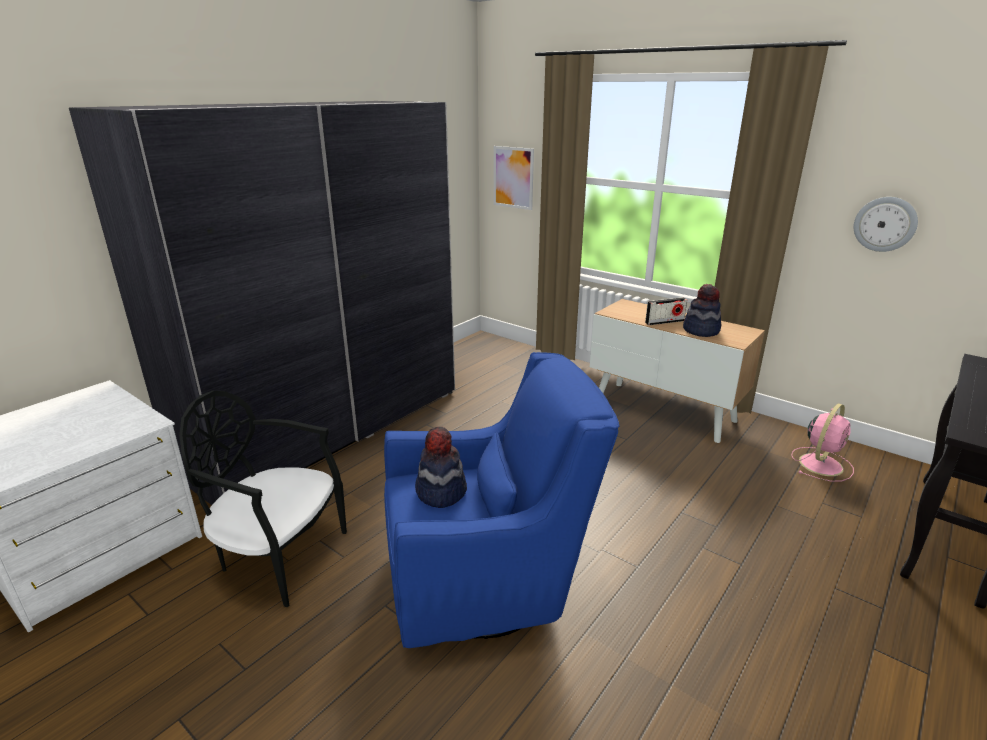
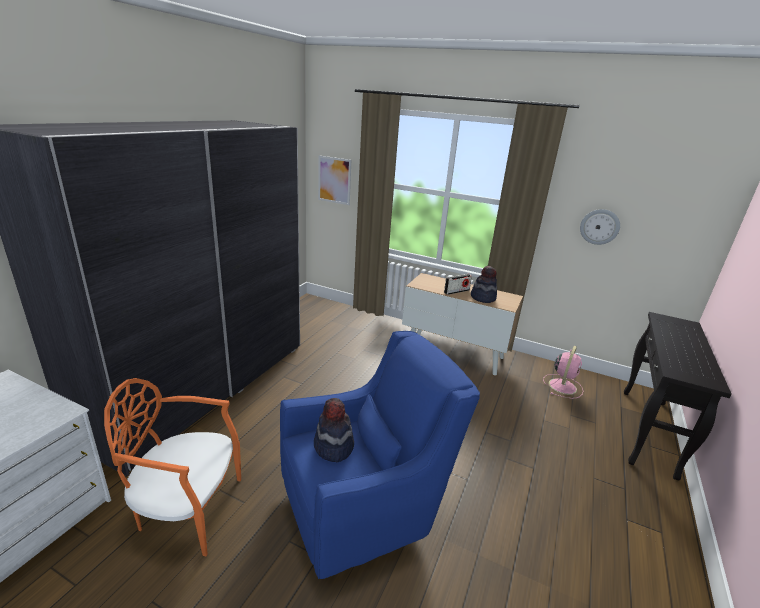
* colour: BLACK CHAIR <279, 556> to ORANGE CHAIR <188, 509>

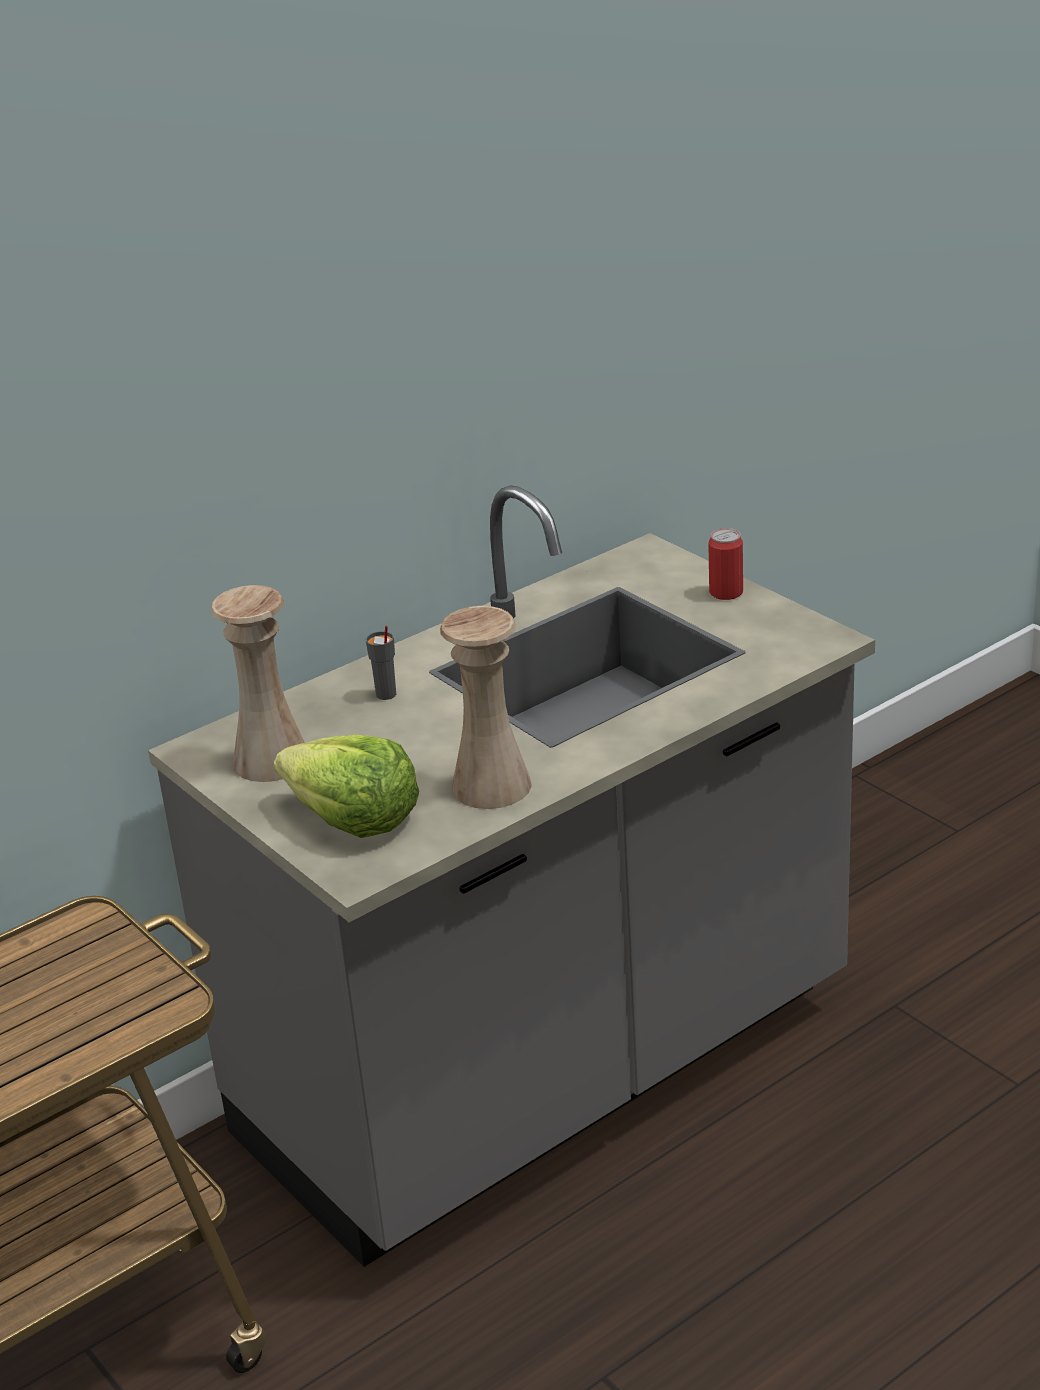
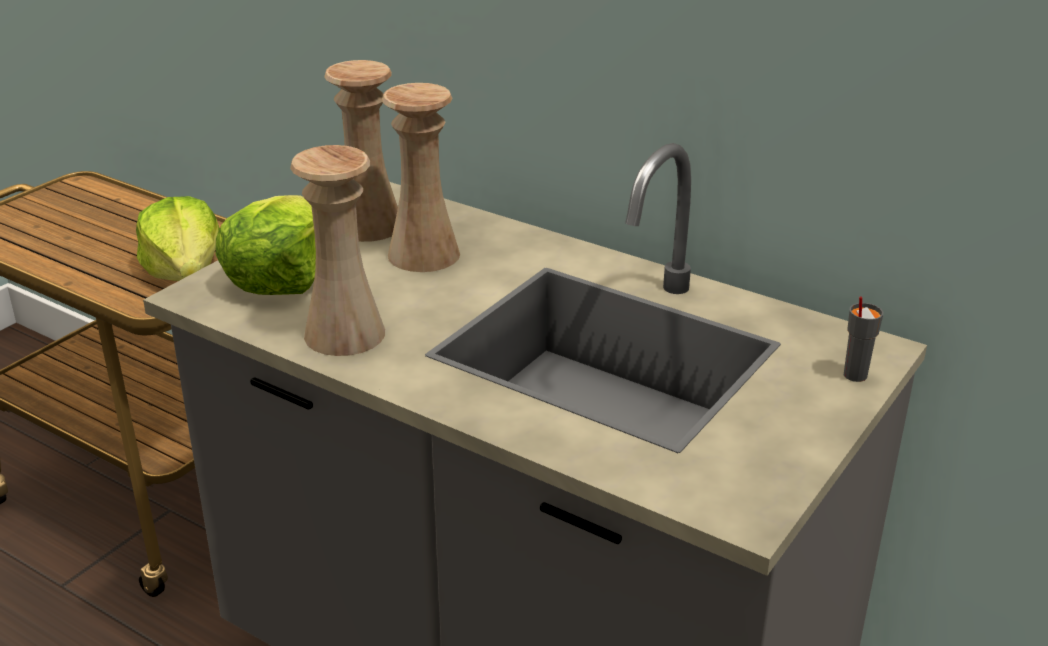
* missing: CAN <726, 592>
* relocated: GREY CUP <386, 695> to <854, 375>
* appeared: BEIGE VASE <424, 254>
* appeared: LETTUCE <185, 272>

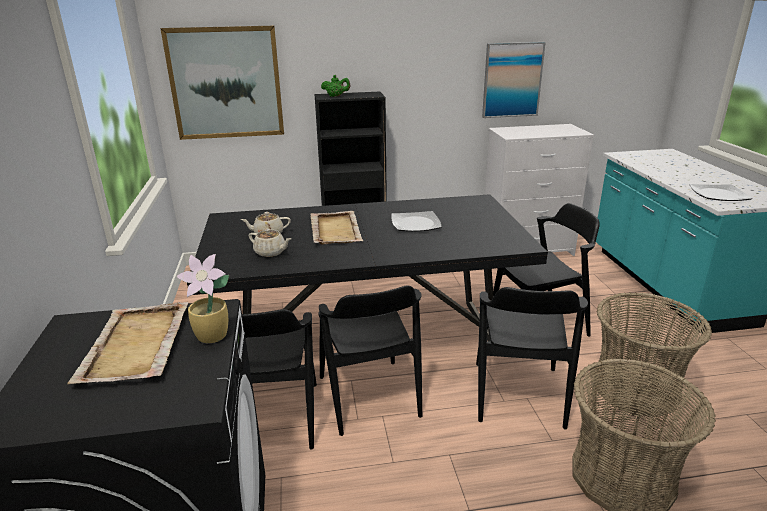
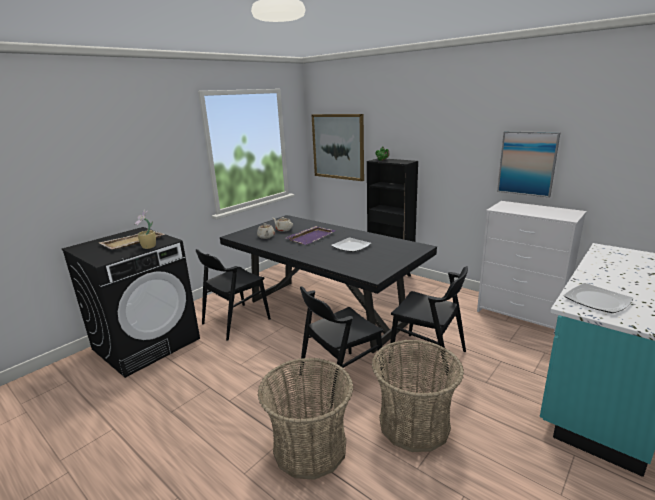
* colour: BEIGE TRAY <335, 229> to PURPLE TRAY <311, 236>
* missing: BLACK CHAIR <368, 396>

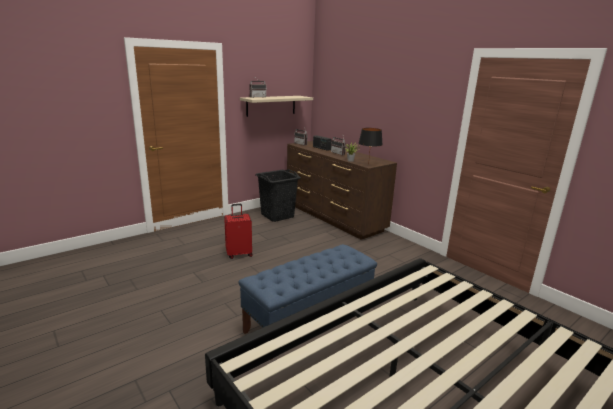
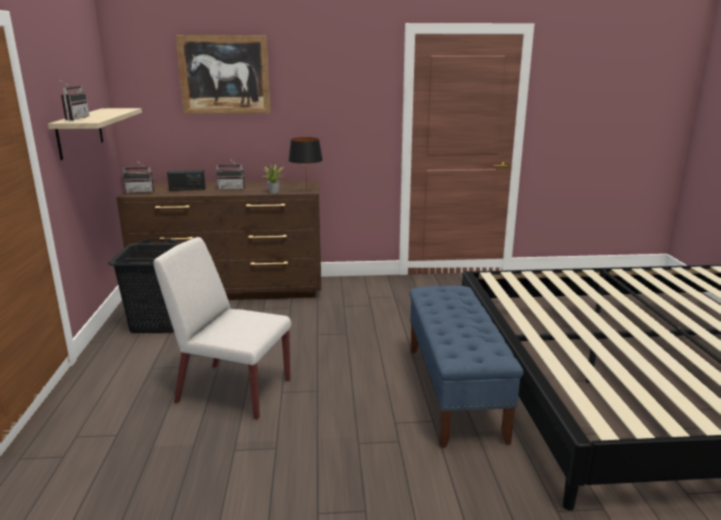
* exchanged: RED SUITCASE <239, 254> to WHITE CHAIR <232, 391>
* appeared: PICTURE <224, 75>

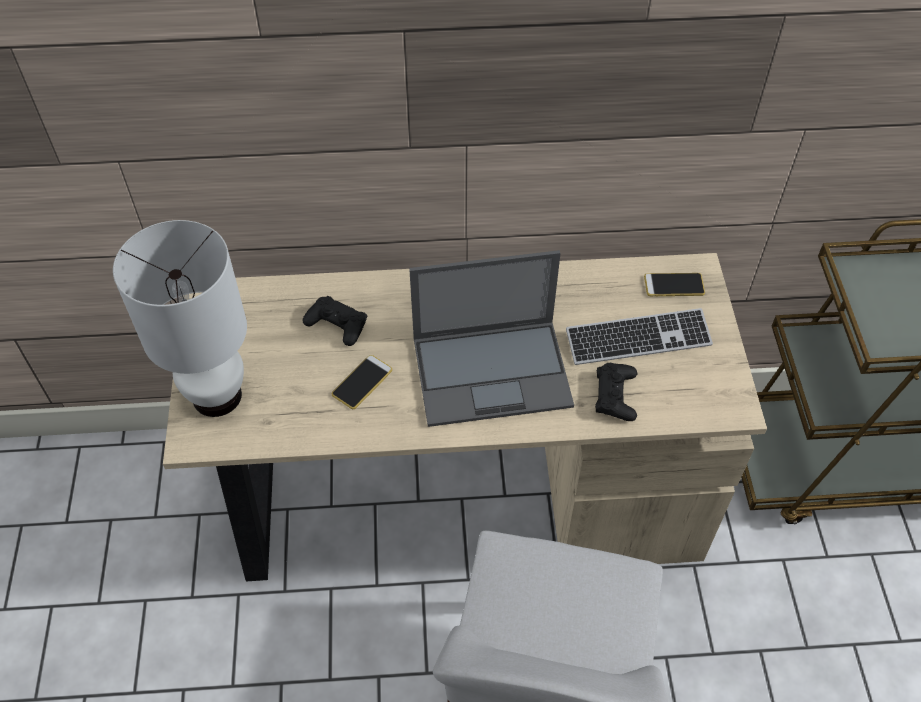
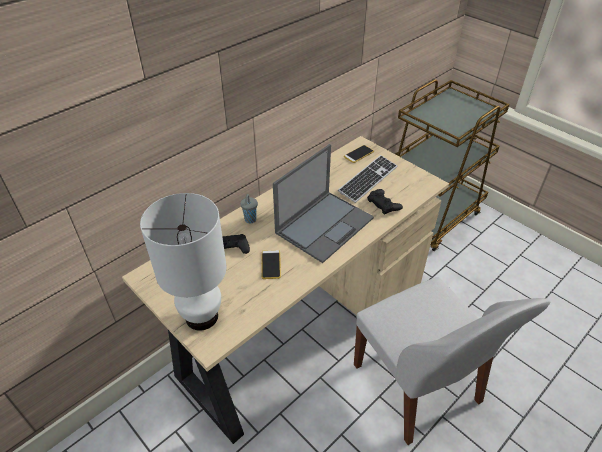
* appeared: GREY CUP <250, 220>

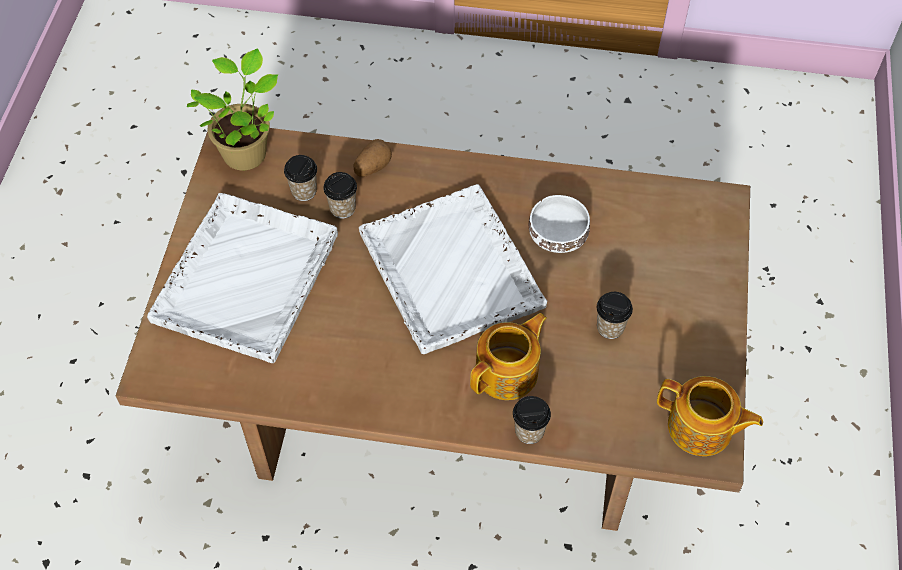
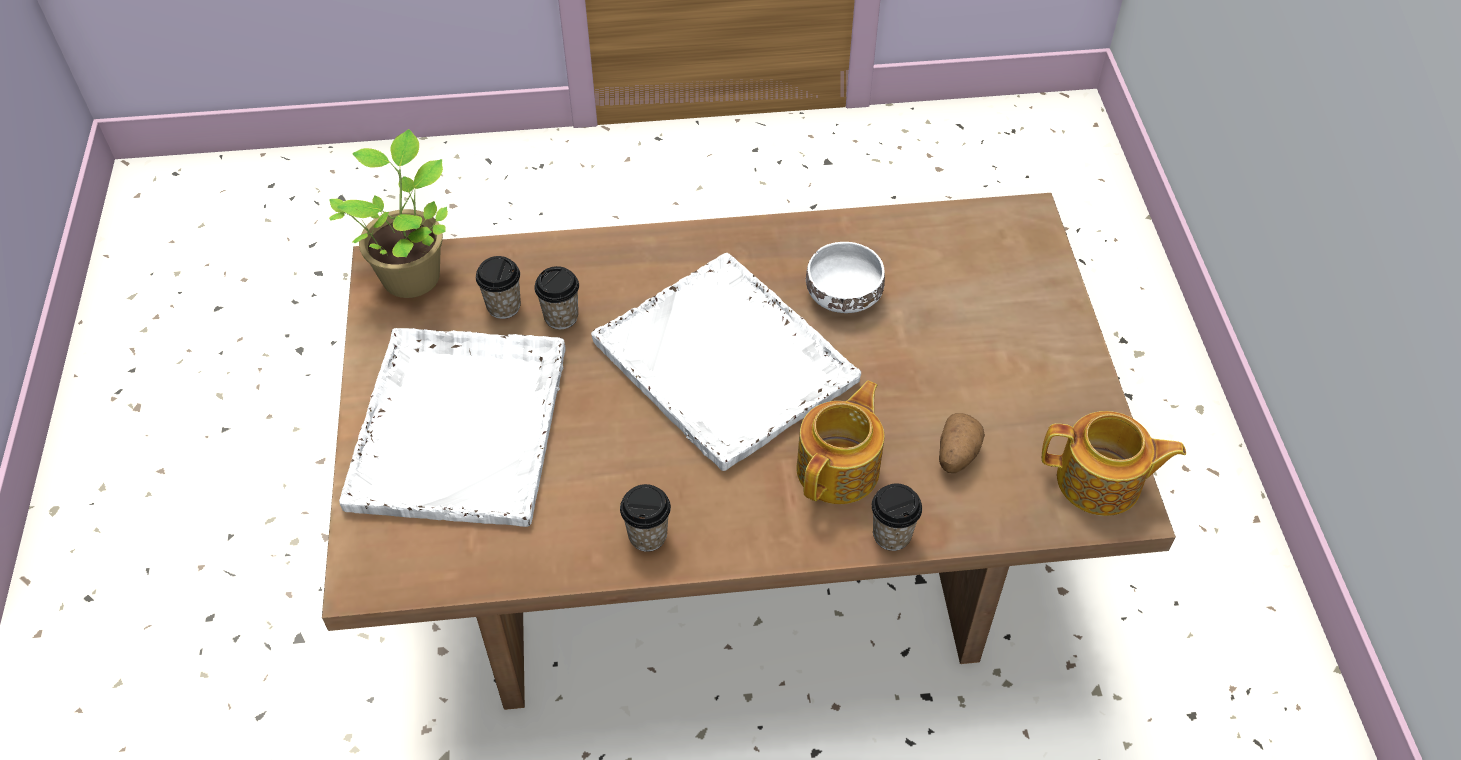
* relocated: POTATO <372, 167> to <956, 455>
* relocated: CUP <610, 327> to <647, 536>

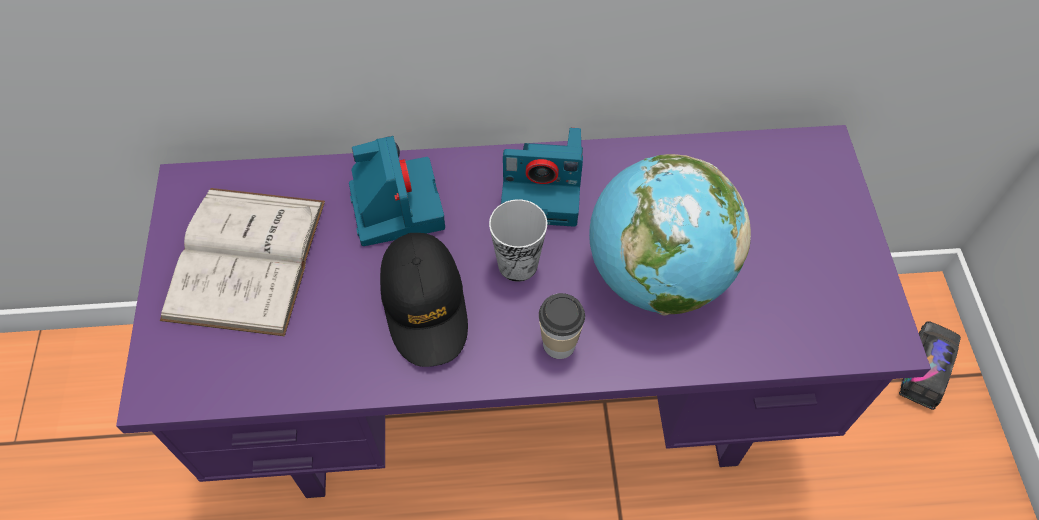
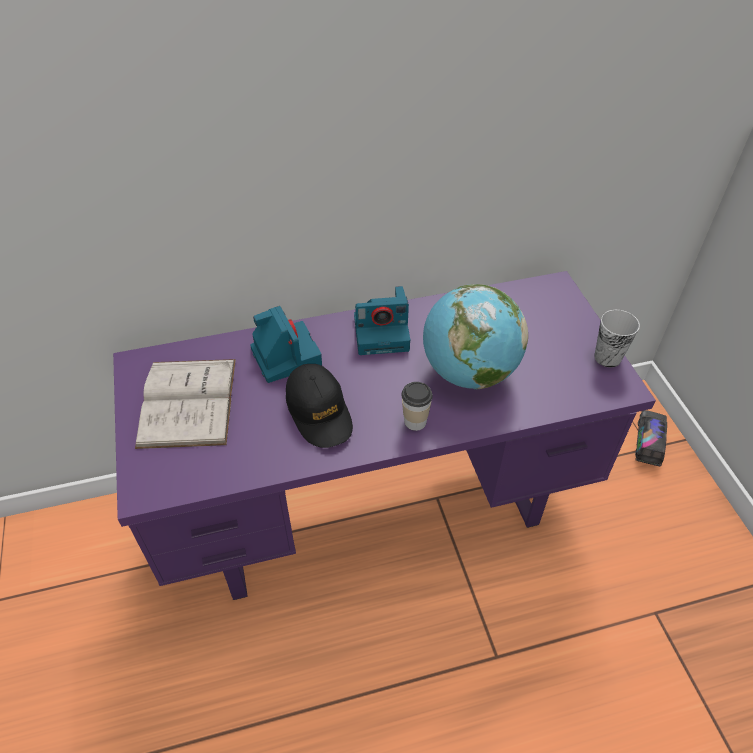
* relocated: CUP <517, 264> to <607, 357>

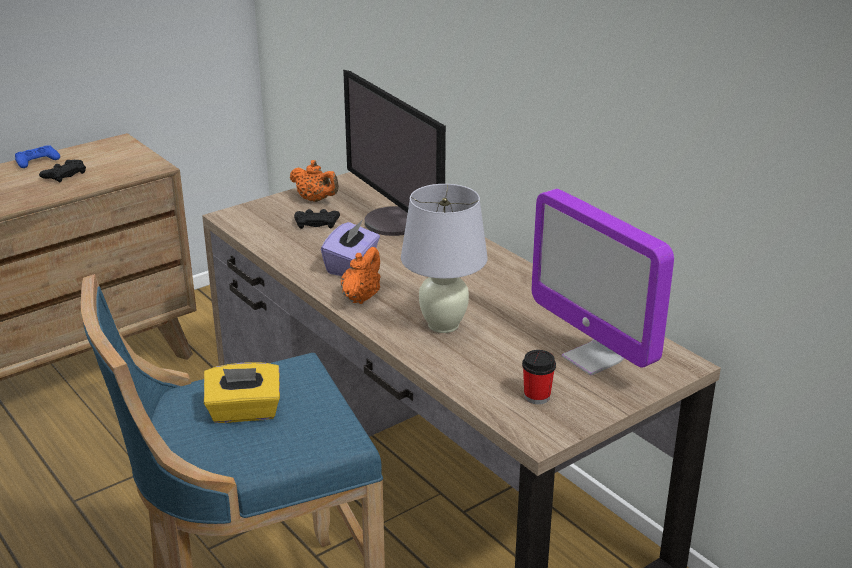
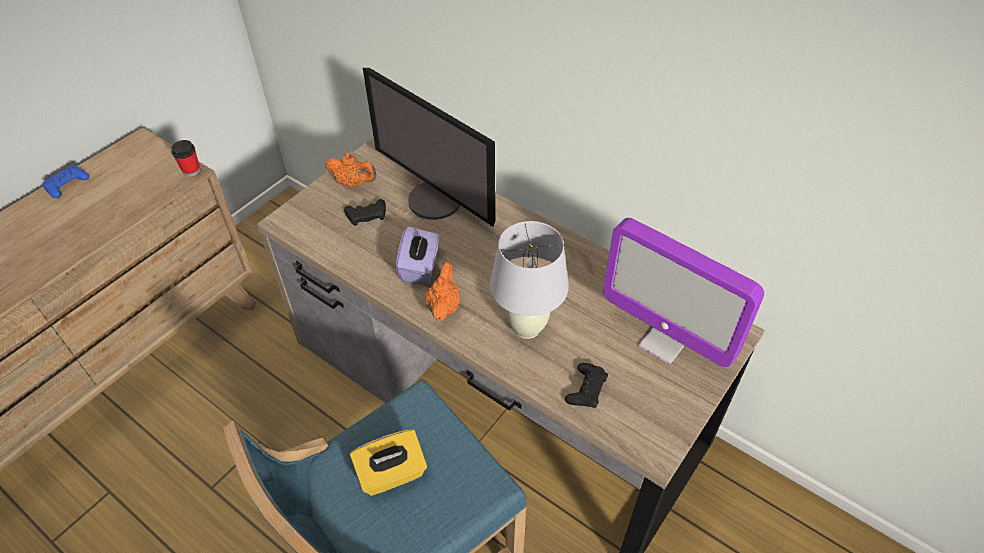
* relocated: BLACK GAME CONTROLLER <64, 175> to <586, 389>
* relocated: CUP <537, 397> to <191, 170>

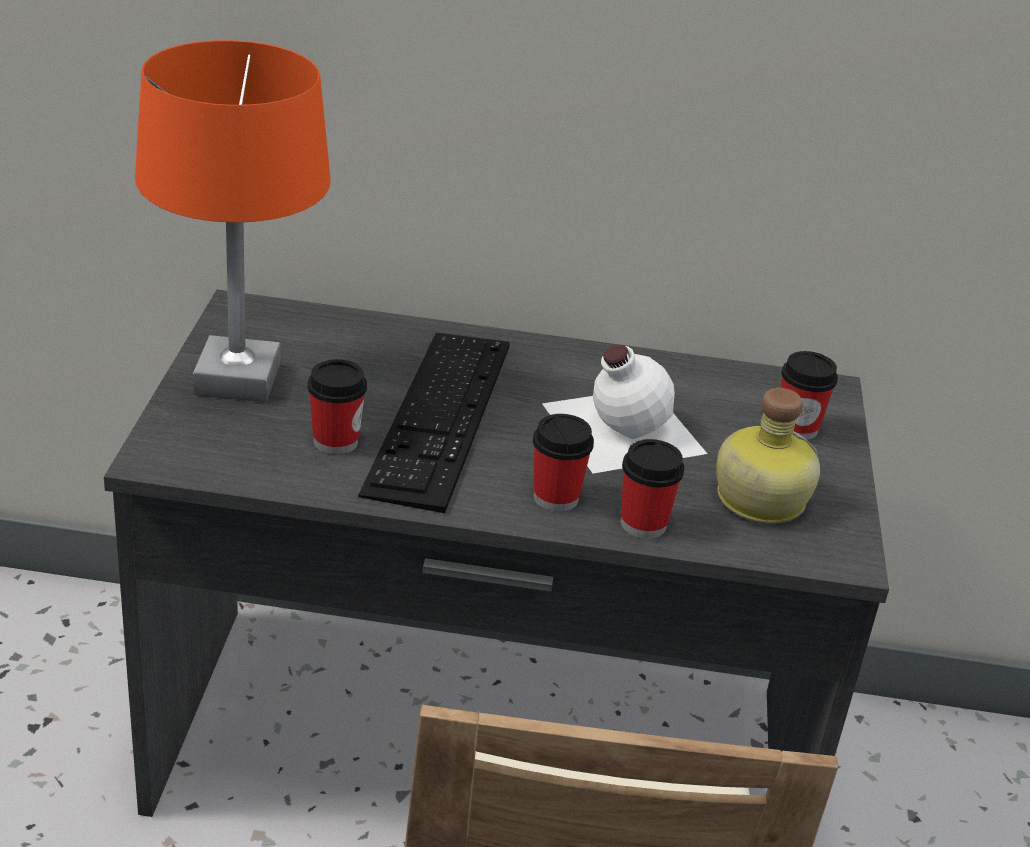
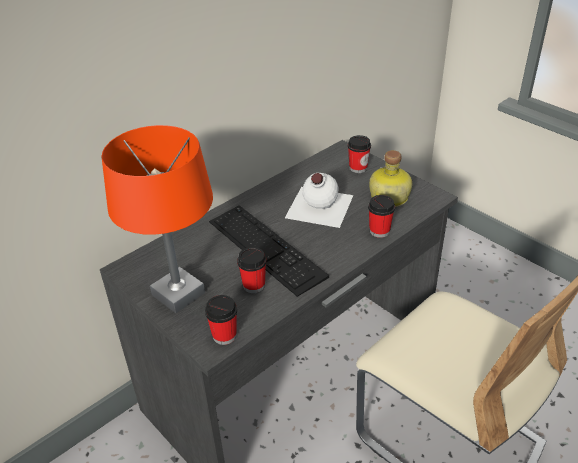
* relocated: CUP <556, 497> to <224, 335>

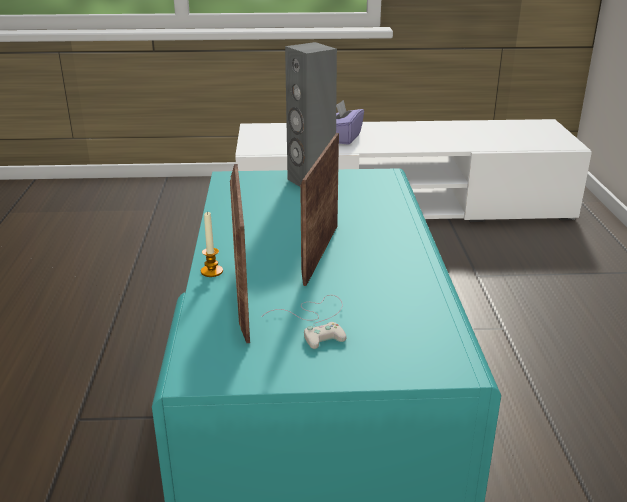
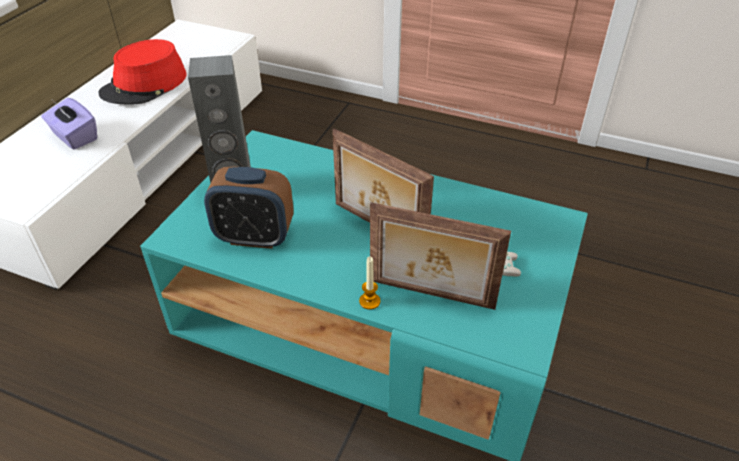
* appeared: RED HAT <144, 85>
* appeared: ALARM CLOCK <254, 237>

